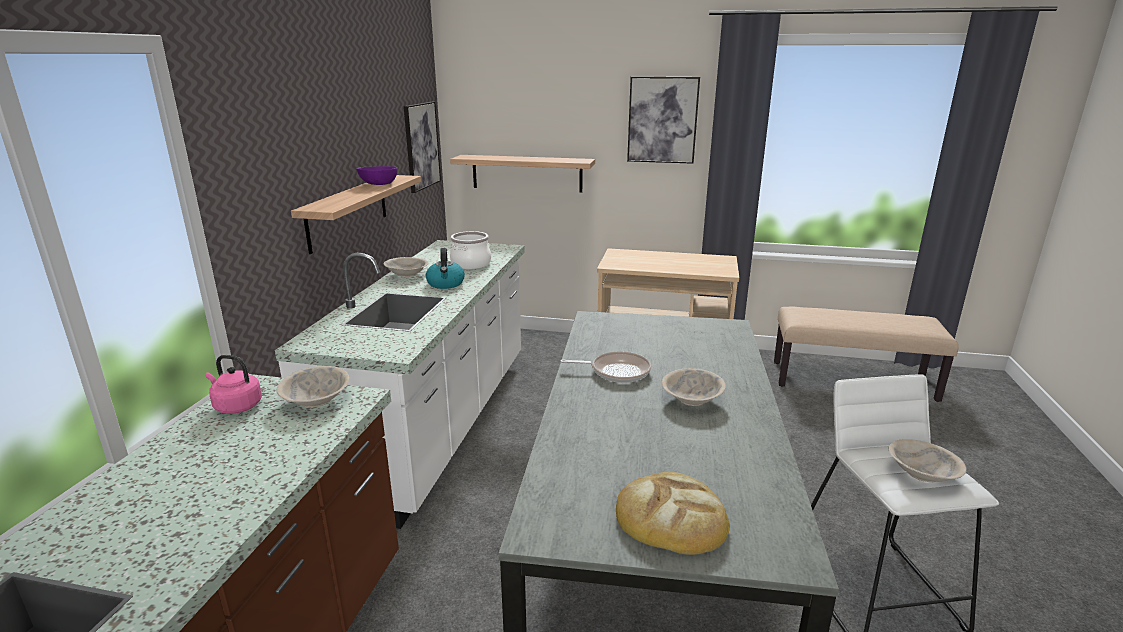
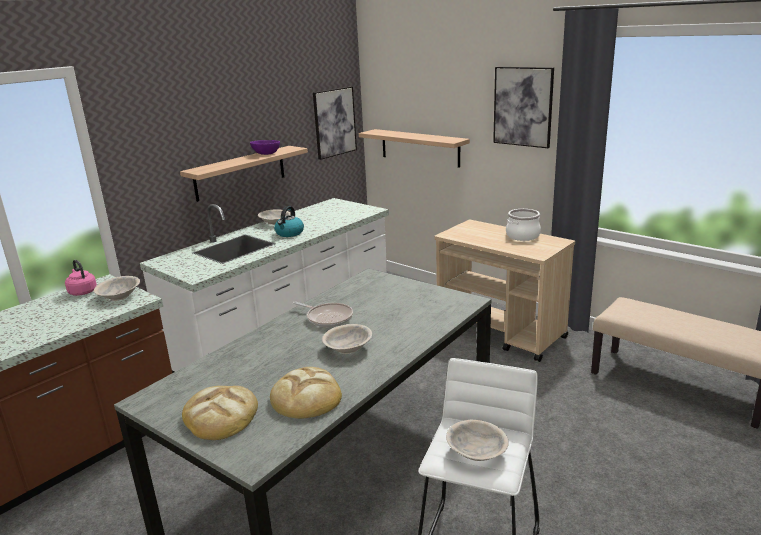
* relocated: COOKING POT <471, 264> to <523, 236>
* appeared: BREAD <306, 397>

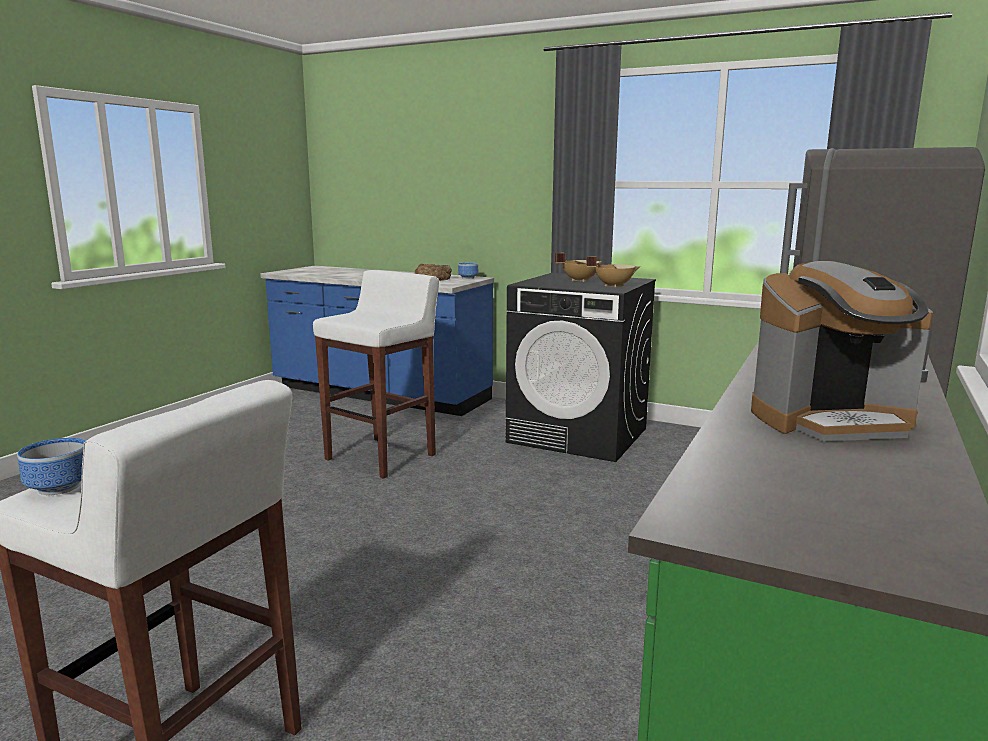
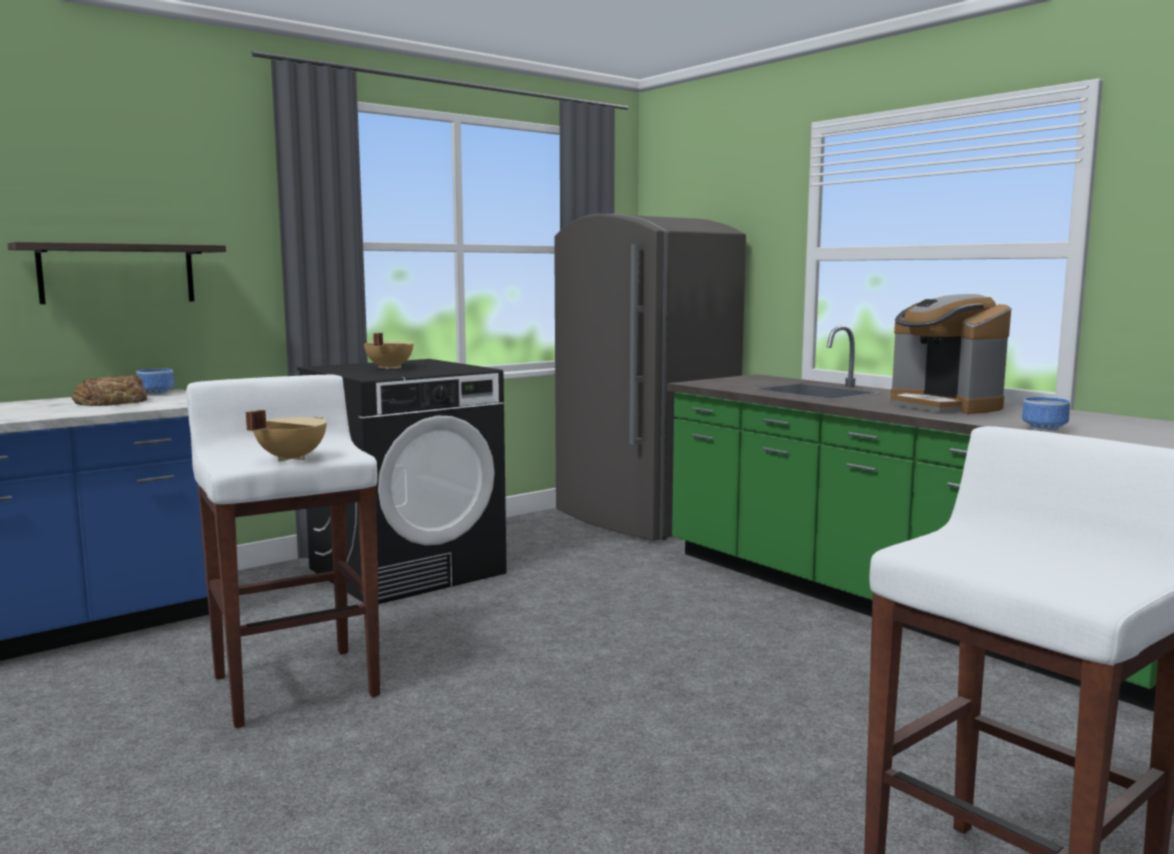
* relocated: BEIGE COOKING POT <613, 286> to <290, 458>
* spun: COFFEE MACHINE <830, 421> = <944, 406> 135 degrees clockwise
* relocated: BOWL <56, 487> to <1044, 429>
* appeared: SHELF <117, 273>

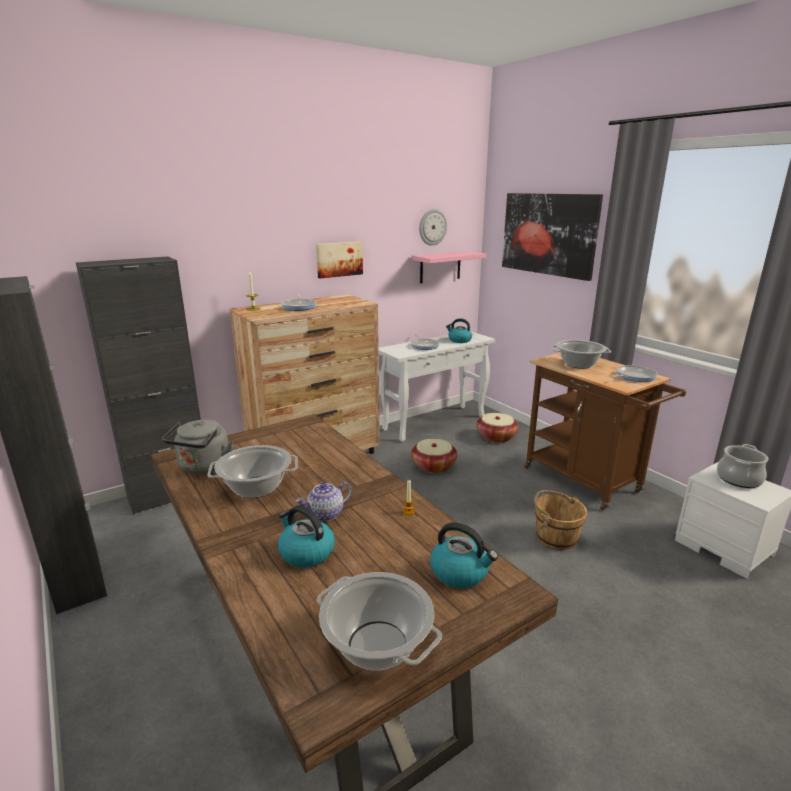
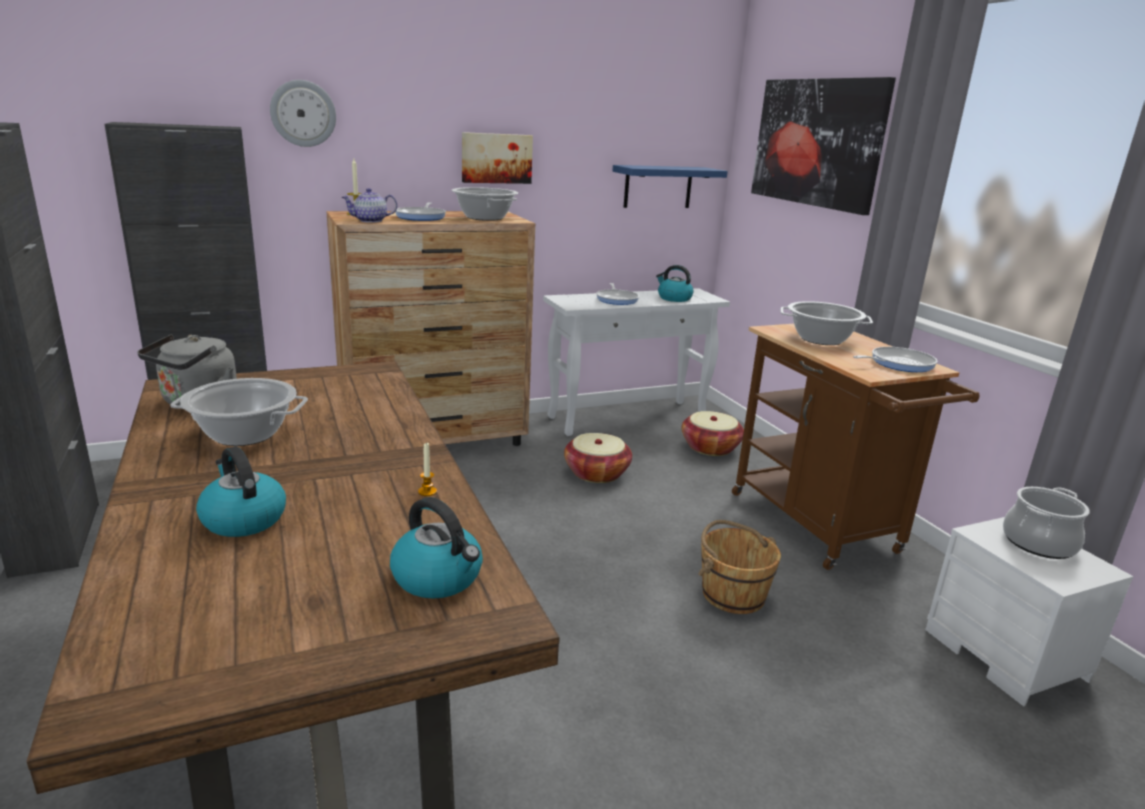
* relocated: WALL CLOCK <432, 227> to <303, 113>
* colour: PINK SHELF <440, 267> to BLUE SHELF <658, 187>
* relocated: TEAPOT <325, 514> to <370, 221>
* relocated: COOKING POT <376, 645> to <484, 218>

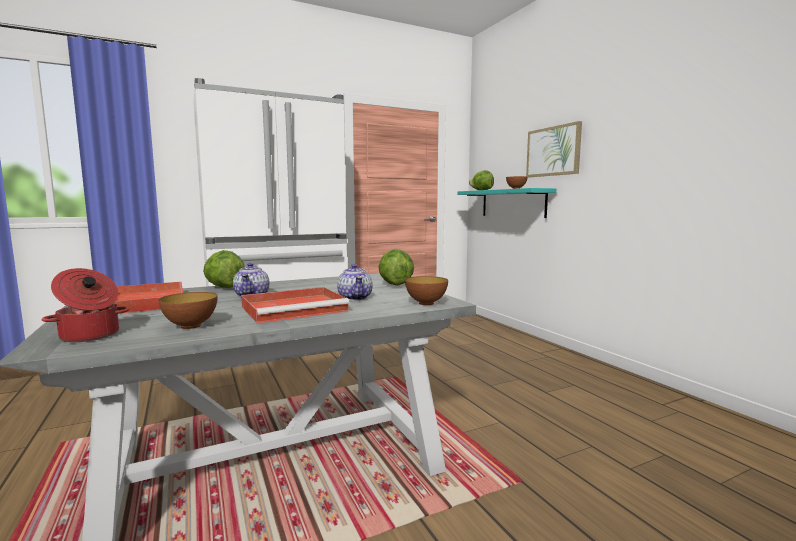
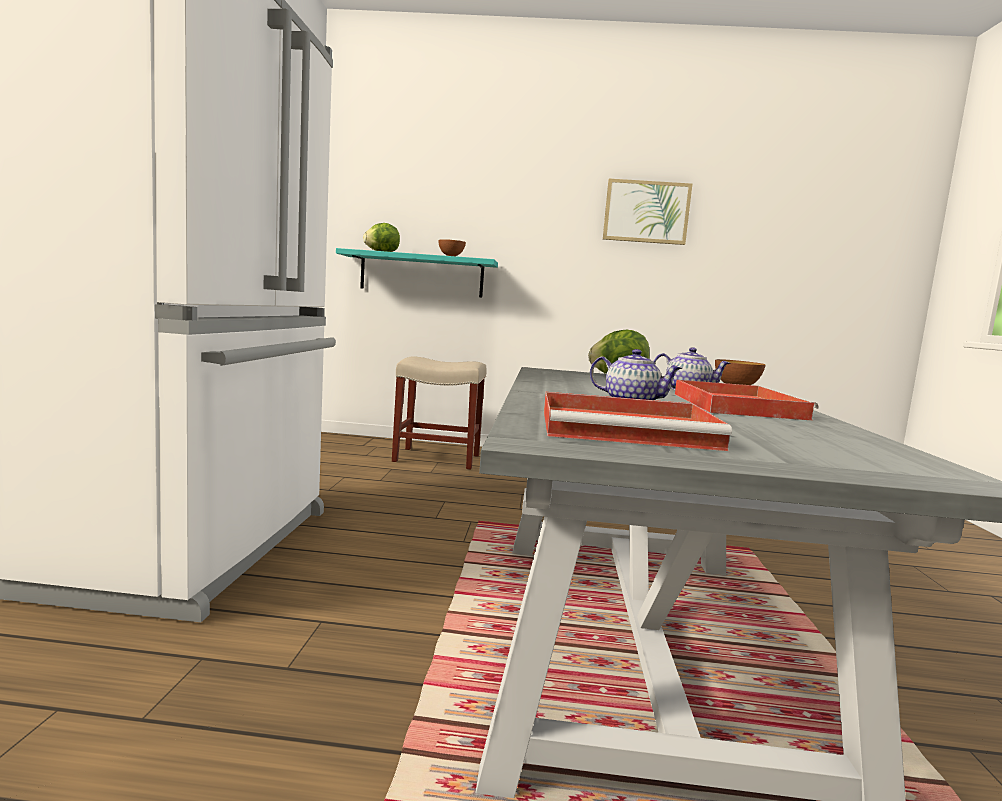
* relocated: PICTURE <553, 151> to <646, 212>
* missing: LETTUCE <224, 287>
* missing: COOKING POT <90, 336>
* missing: BOWL <190, 326>
* appeared: BEIGE STOOL <438, 458>

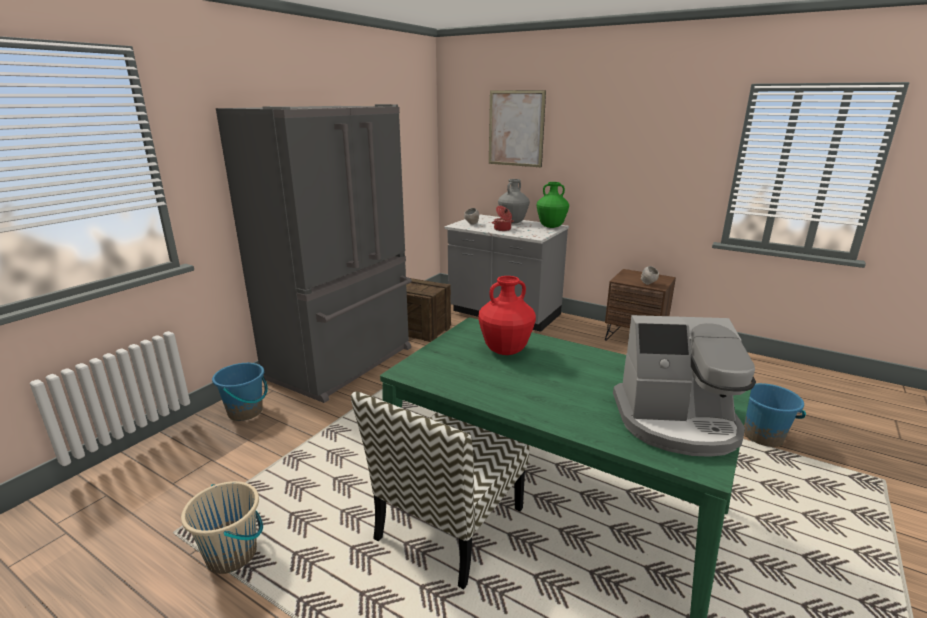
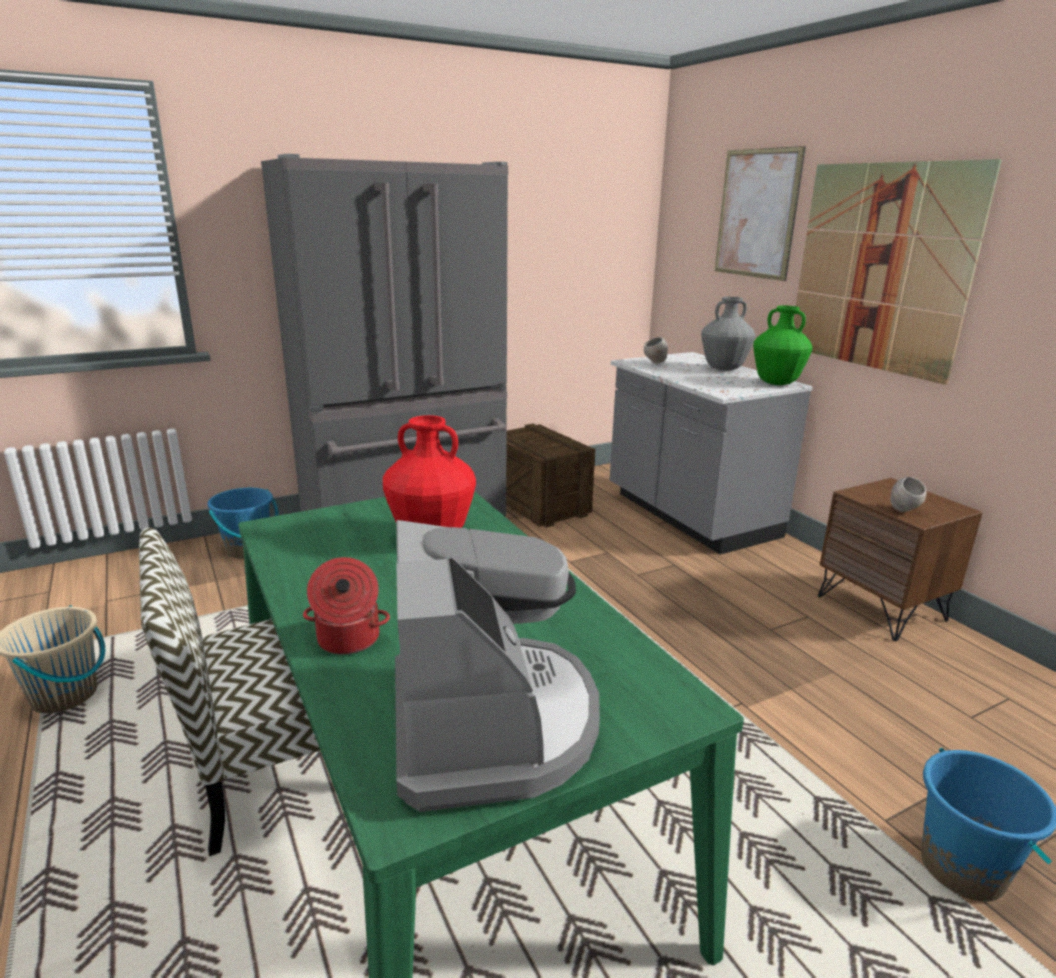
* relocated: COOKING POT <502, 229> to <348, 640>
* spun: COFFEE MACHINE <677, 422> = <491, 723> 135 degrees counterclockwise
* appeared: PICTURE <879, 268>

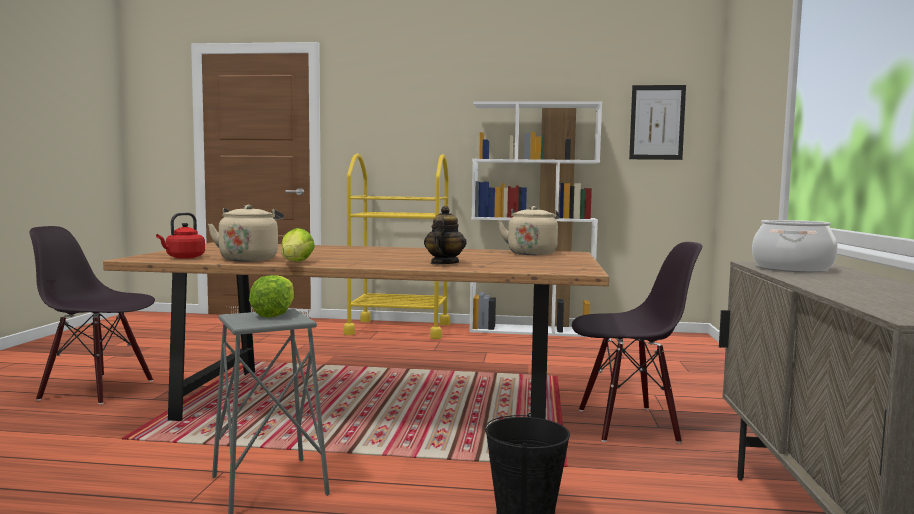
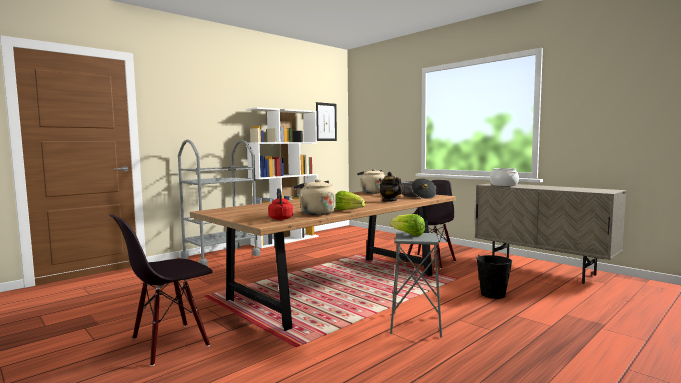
* colour: YELLOW CART <398, 329> to GREY CART <220, 256>
* appeared: COOKING POT <417, 196>

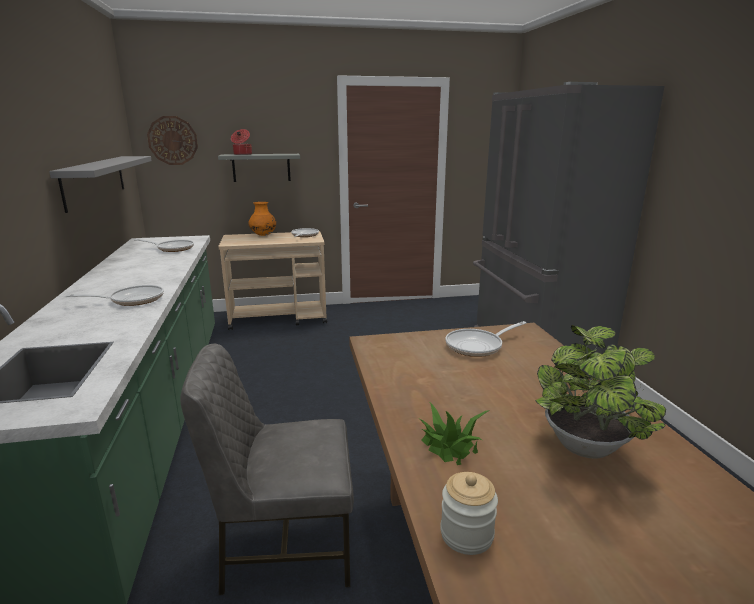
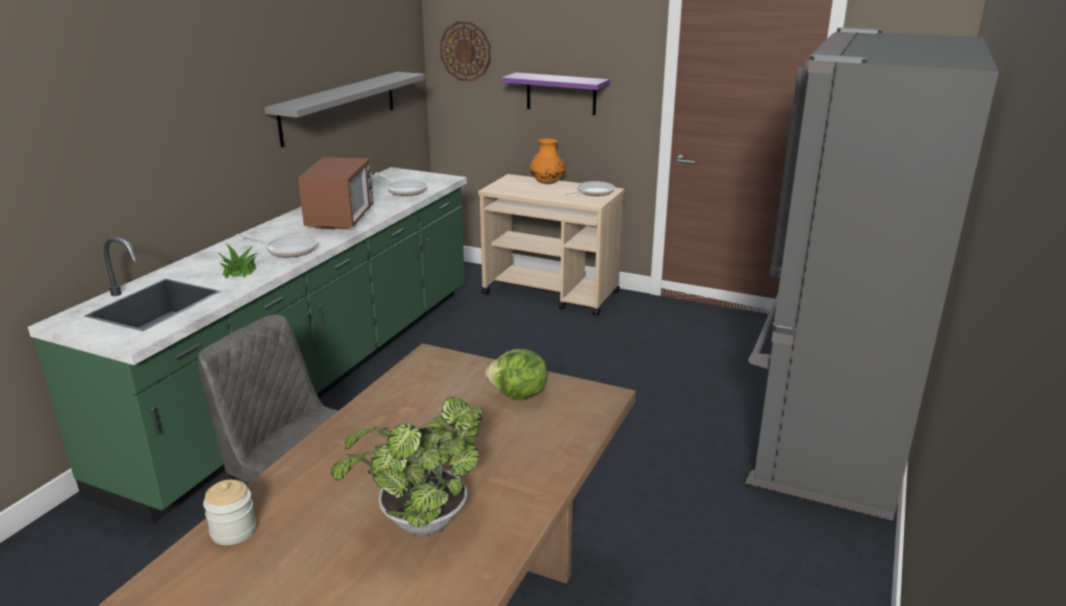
* missing: COOKING POT <242, 154>
* colour: GREY SHELF <261, 167> to PURPLE SHELF <561, 93>
* exchanged: FRYING PAN <478, 346> to LETTUCE <518, 395>
* relocated: POTTED PLANT <450, 446> to <239, 271>
* appeared: MICROWAVE <341, 219>

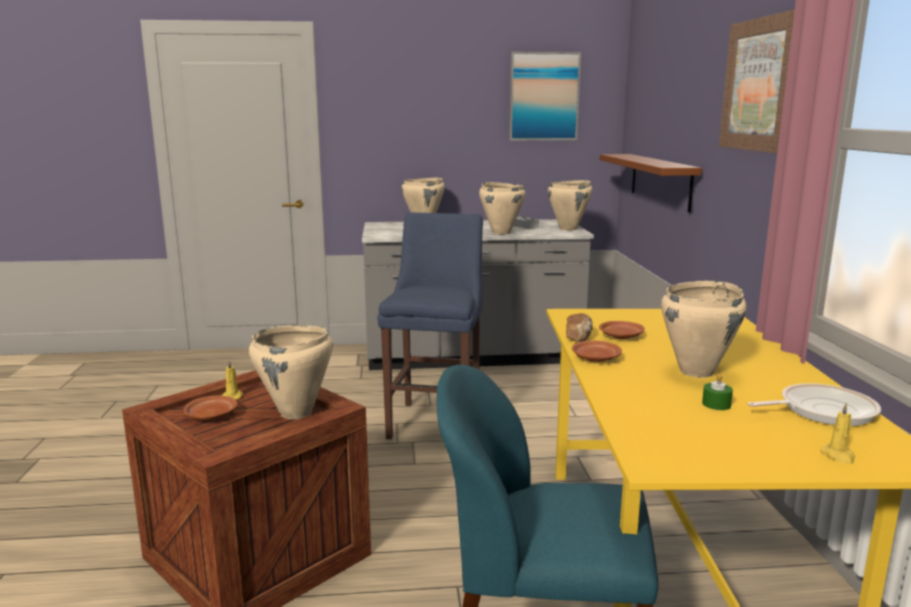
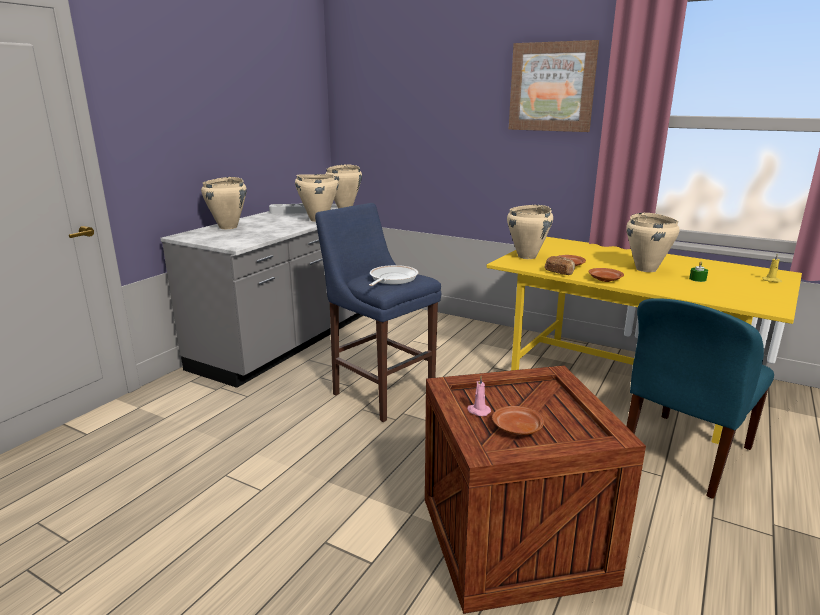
* missing: PICTURE <544, 96>
* missing: BROWN SHELF <660, 181>
* relocated: BEIGE COOKING POT <296, 413> to <527, 256>
* colour: YELLOW CANDLE <232, 396> to PINK CANDLE <478, 411>
* relocated: FRYING PAN <822, 410> to <392, 279>

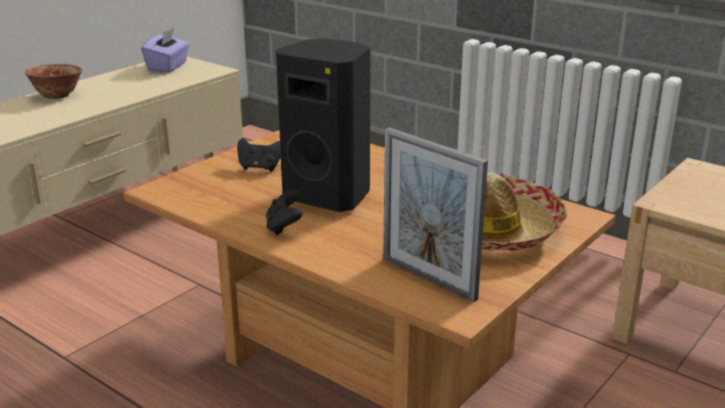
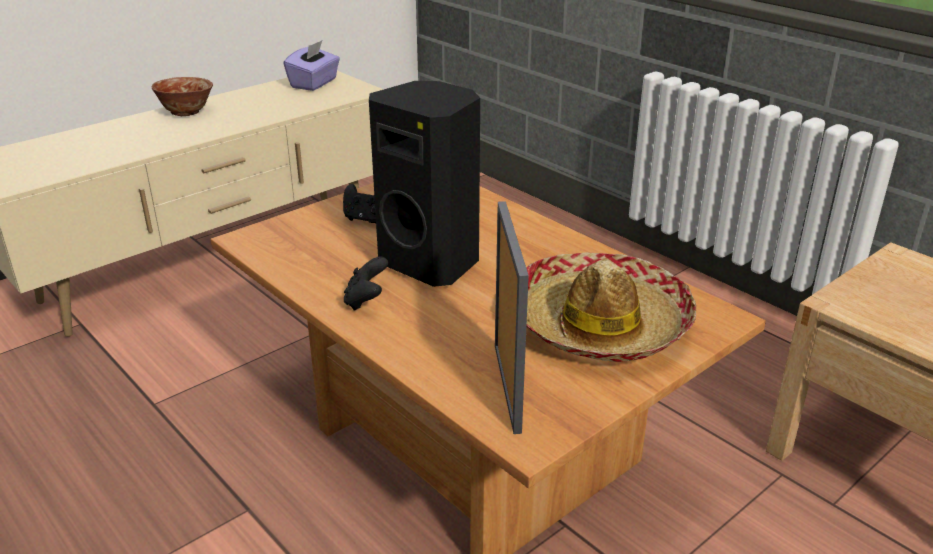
* spun: PICTURE FRAME <428, 278> = <507, 387> 150 degrees counterclockwise

